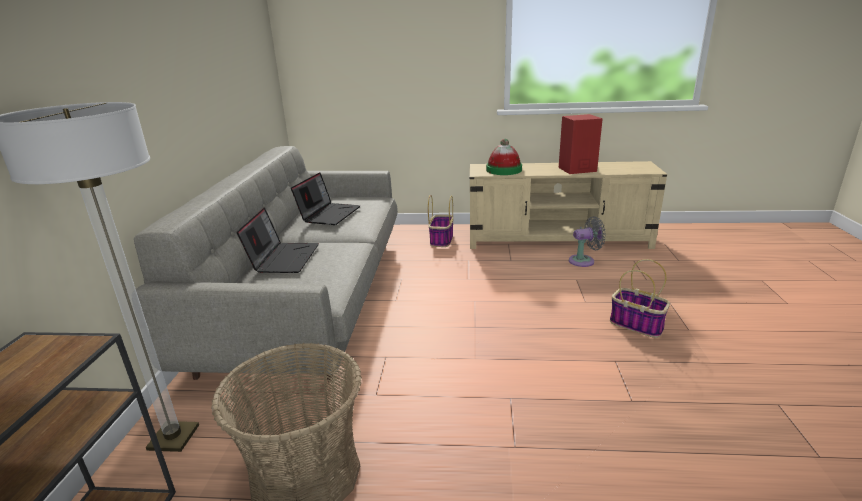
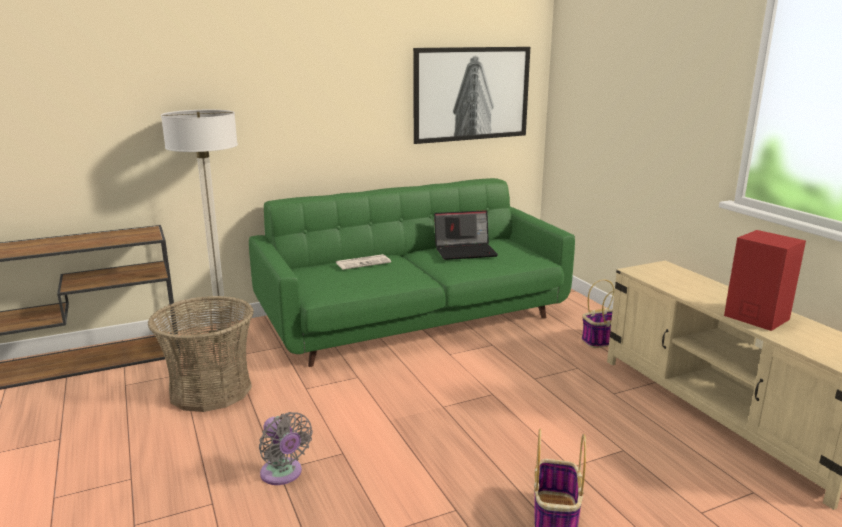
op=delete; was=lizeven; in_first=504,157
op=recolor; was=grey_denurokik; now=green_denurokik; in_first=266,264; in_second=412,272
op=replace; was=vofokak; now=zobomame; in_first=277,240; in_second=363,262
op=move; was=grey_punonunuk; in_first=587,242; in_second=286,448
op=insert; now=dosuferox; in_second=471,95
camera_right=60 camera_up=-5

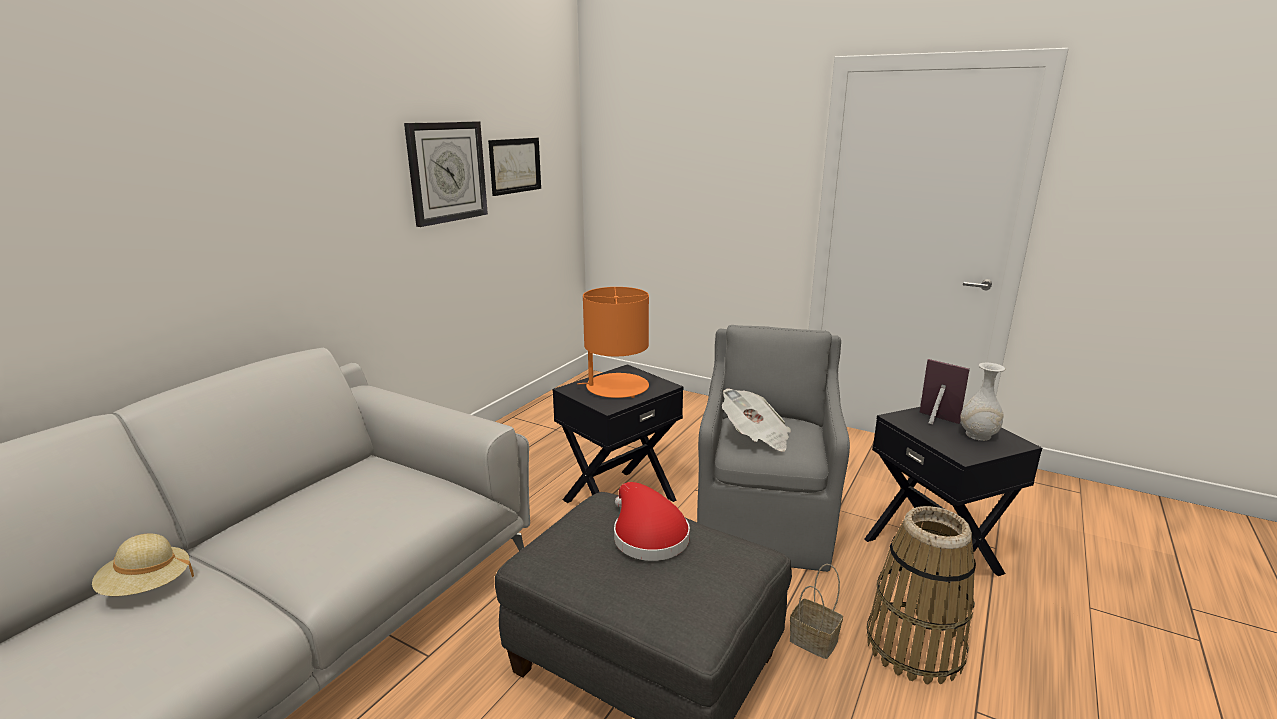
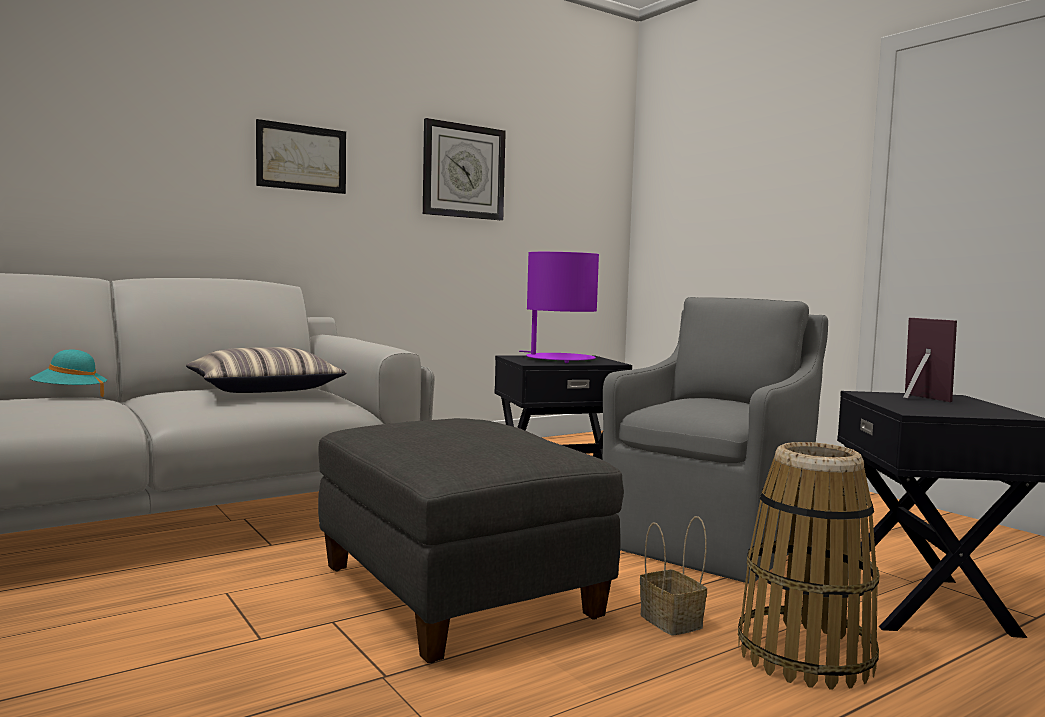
op=move; was=dosuferox; in_first=514,167; in_second=301,156
op=recolor; was=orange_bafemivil; now=purple_bafemivil; in_first=613,342; in_second=559,307
op=delete; was=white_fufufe; in_first=982,401
op=delete; was=zobomame; in_first=756,420
op=delete; was=red_lizeven; in_first=652,521
op=recolor; was=beige_lizeven; now=turquoise_lizeven; in_first=143,565; in_second=68,373
op=insert; now=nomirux; in_second=266,370
camera_right=25 camera_up=-15

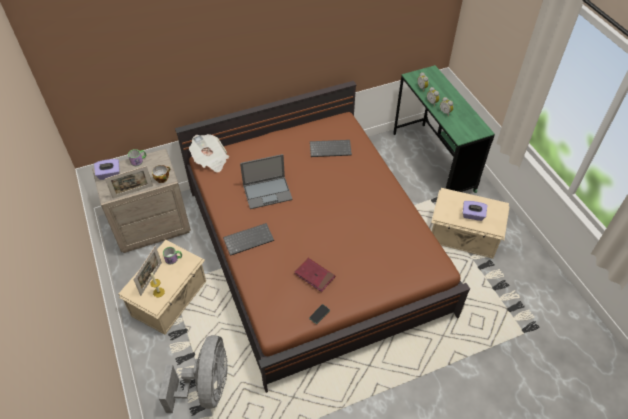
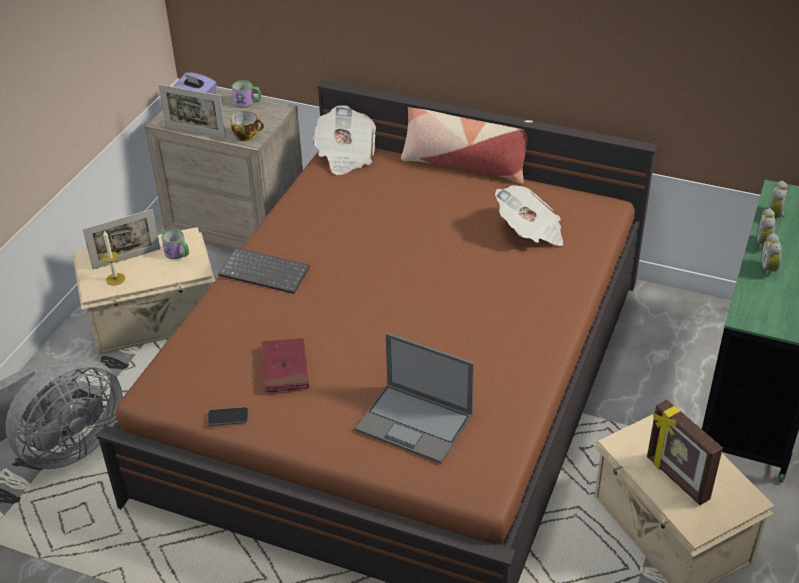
op=replace; was=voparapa; now=zobomame; in_first=331,148; in_second=529,215
op=move; was=vofokak; in_first=266,181; in_second=414,398
op=replace; was=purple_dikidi; now=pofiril; in_first=475,211; in_second=685,452
op=insert; now=nomirux; in_second=467,145
camera_right=45 camera_up=-10

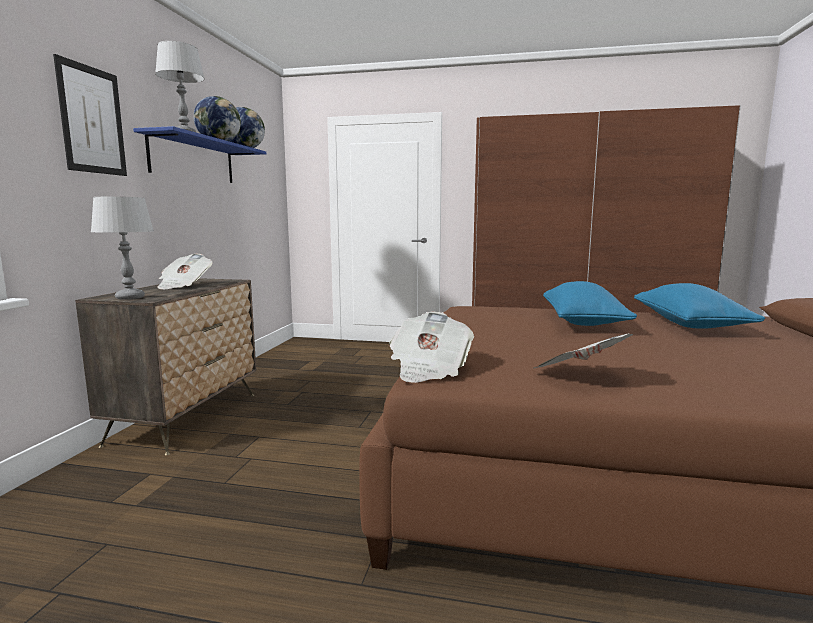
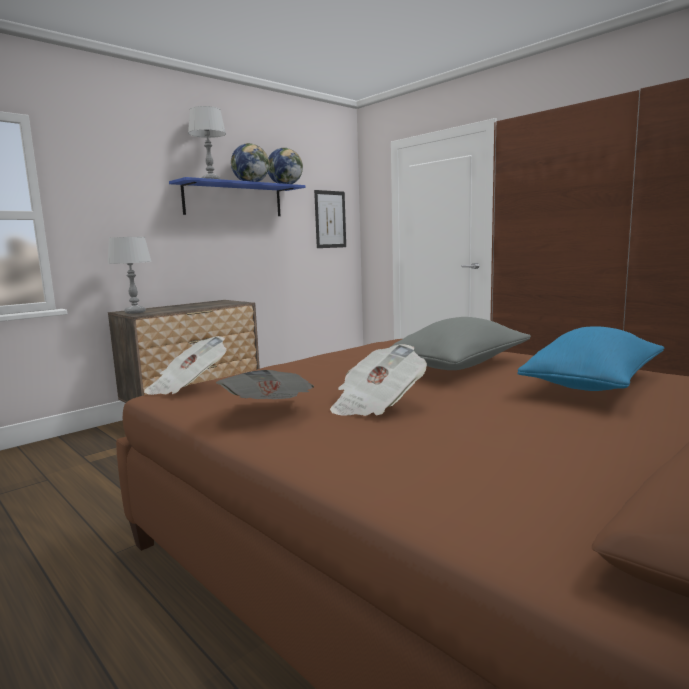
op=move; was=dosuferox; in_first=90,115; in_second=330,219
op=move; was=zobomame; in_first=184,271; in_second=378,380
op=recolor; was=blue_nomirux; now=grey_nomirux; in_first=590,303; in_second=460,343
camera_right=35 camera_up=0

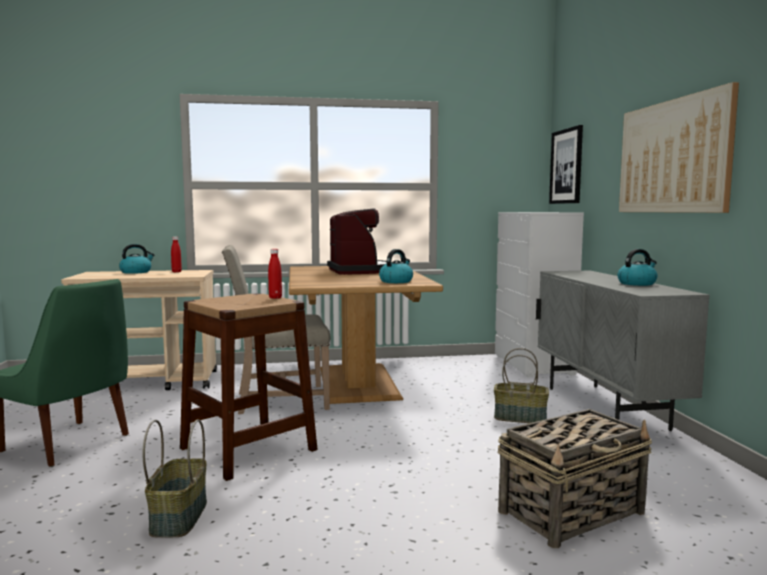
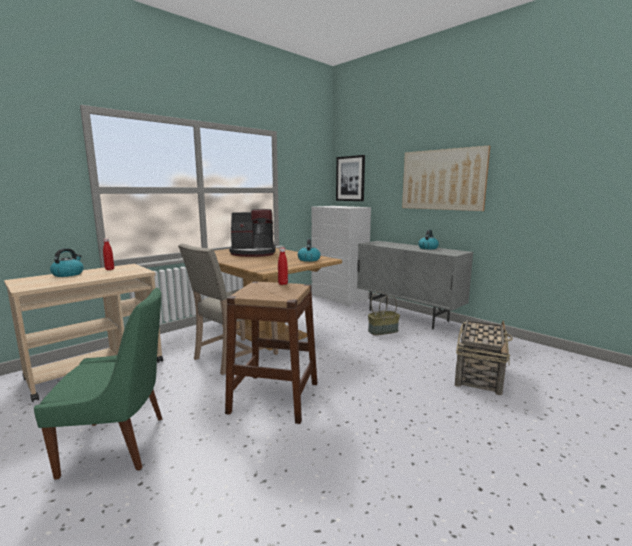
op=rotate; was=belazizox; in_first=357,241; in_second=252,233; clockwise=135
op=delete; was=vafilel; in_first=175,478
camera_right=-35 camera_up=5

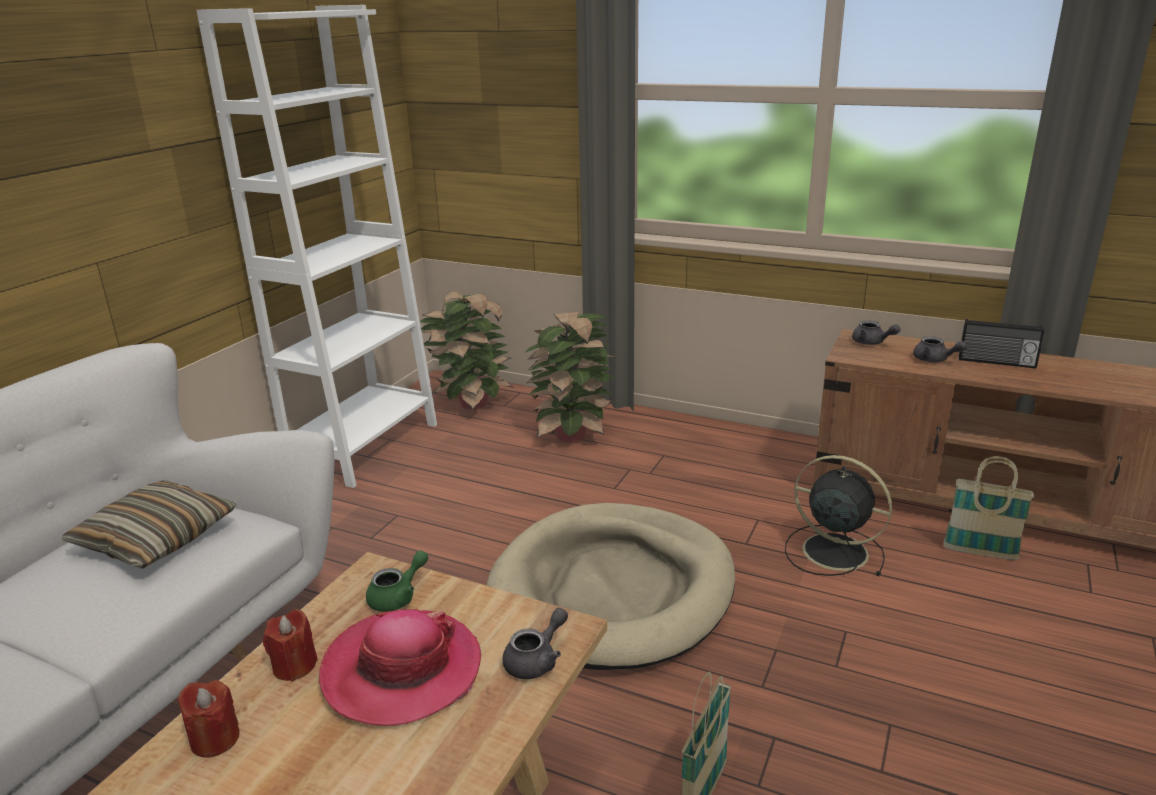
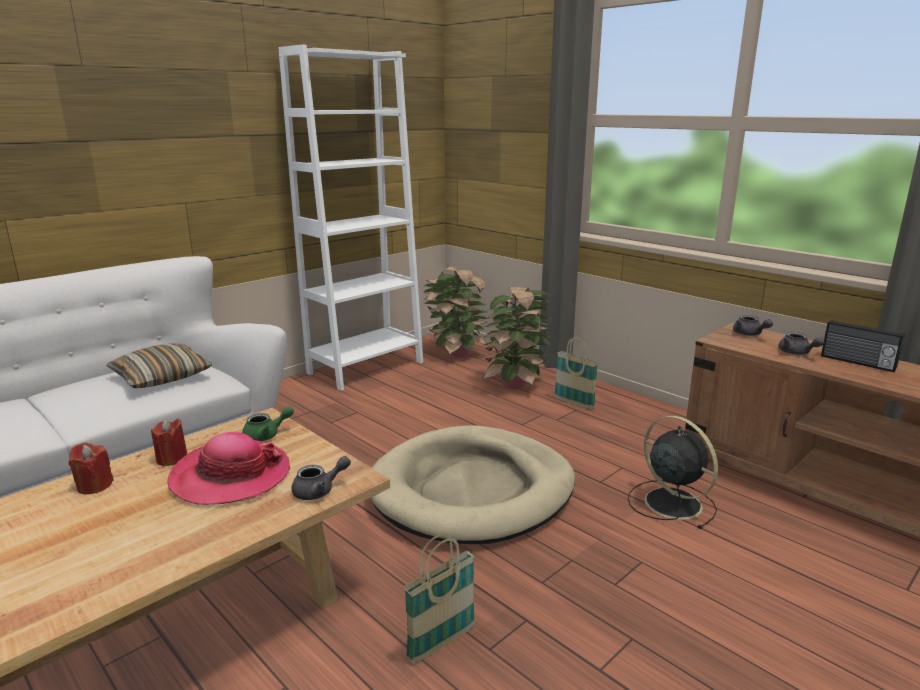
op=move; was=vafilel; in_first=989,508; in_second=576,372
camera_right=20 camera_up=-5

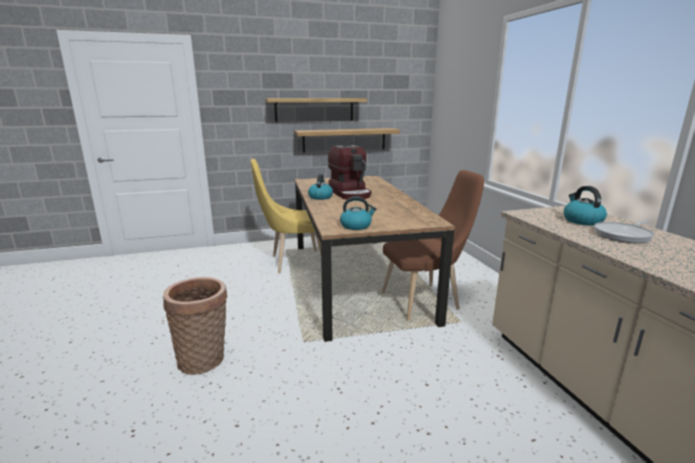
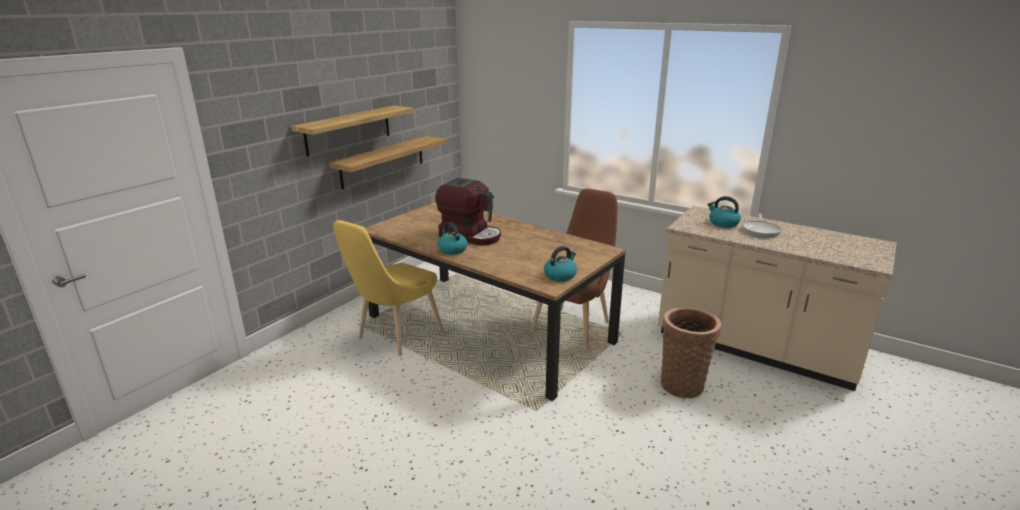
op=move; was=vafilel; in_first=195,326; in_second=691,352
camera_right=-40 camera_up=5

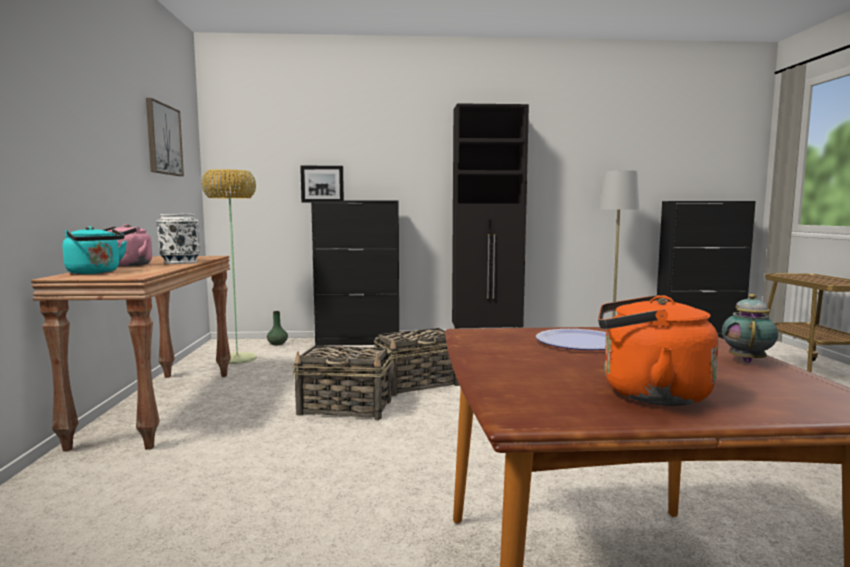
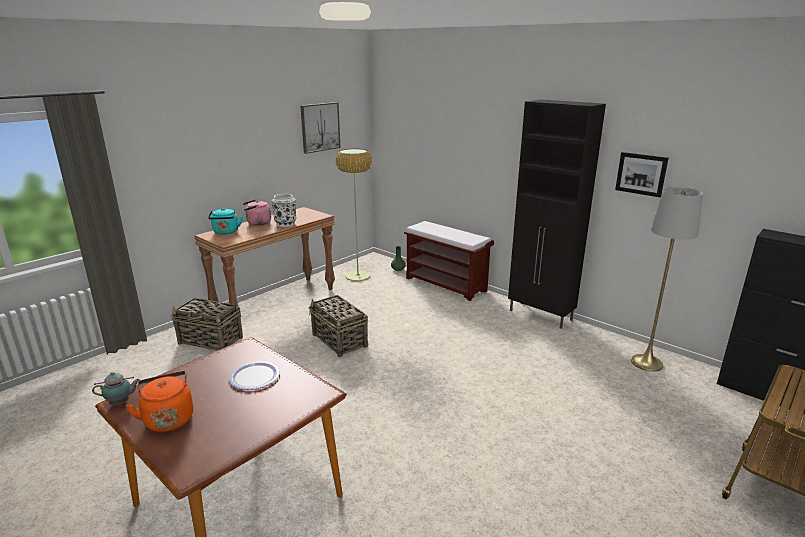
op=move; was=dosuferox; in_first=322,184; in_second=642,174
op=replace; was=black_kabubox; now=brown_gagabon; in_first=355,273; in_second=449,261
op=move; was=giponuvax; in_first=750,328; in_second=116,388
op=move; was=vafilel; in_first=416,362; in_second=207,324
camera_right=45 camera_up=15

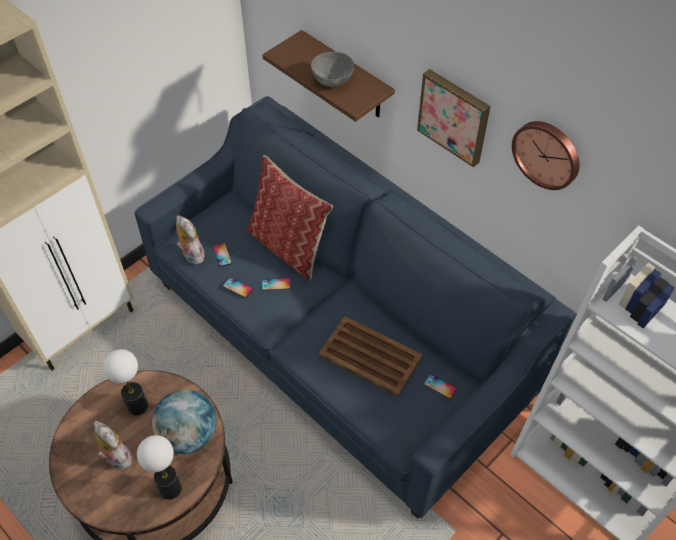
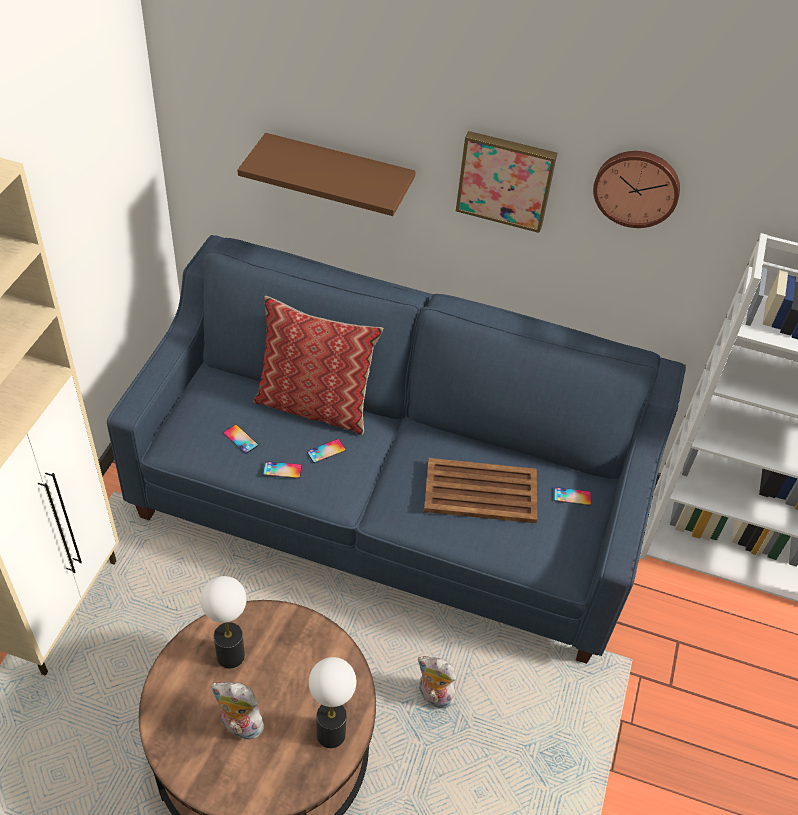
op=delete; was=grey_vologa; in_first=332,69
op=move; was=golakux; in_first=190,240; in_second=437,682
op=delete; was=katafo; in_first=184,422
camera_right=-30 camera_up=-5

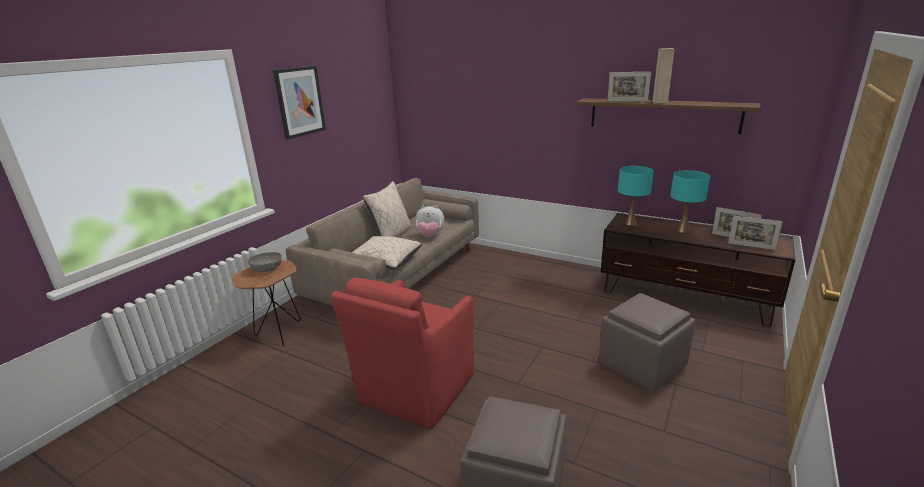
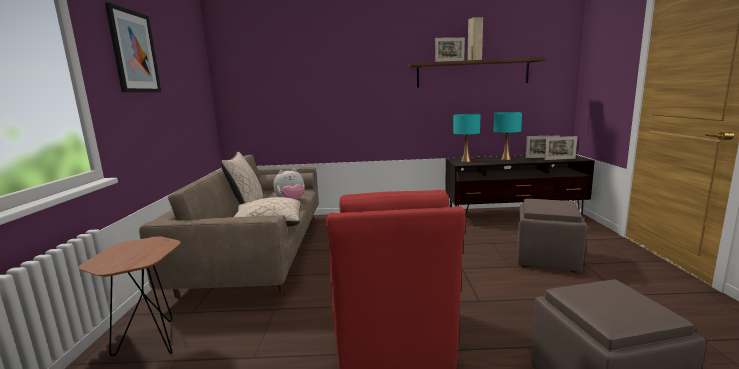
op=delete; was=grey_vologa; in_first=265,262
camera_right=-30 camera_up=-10

